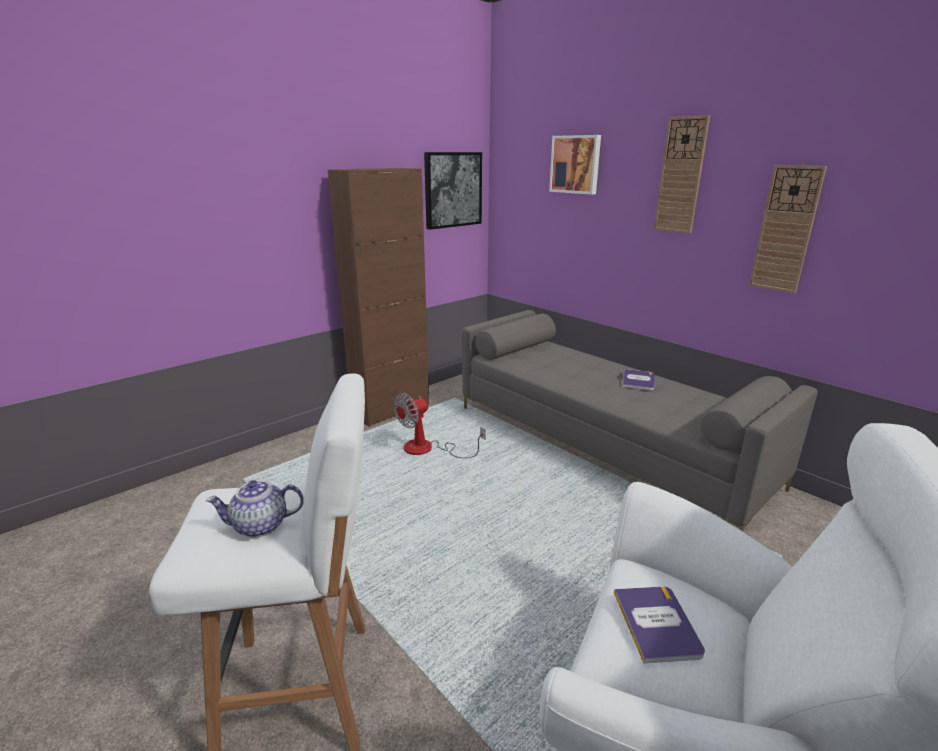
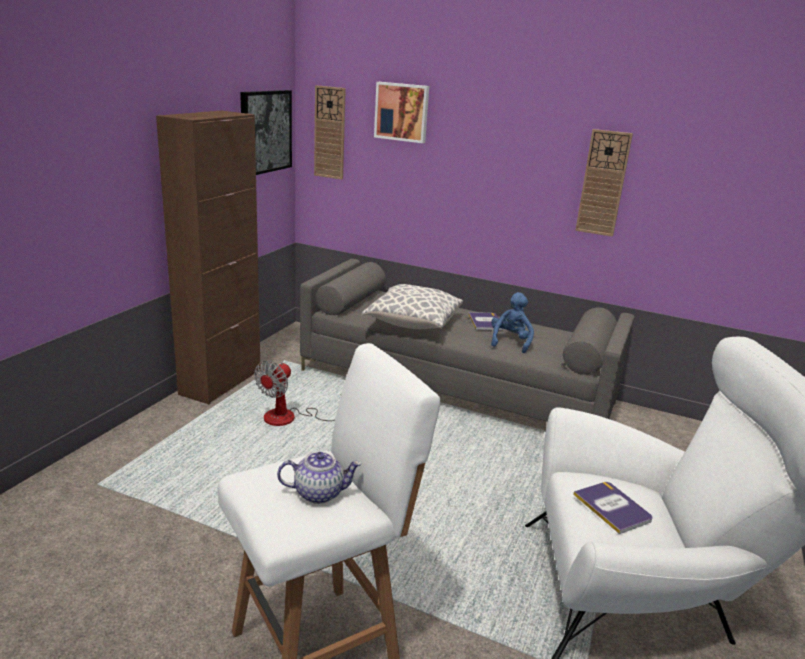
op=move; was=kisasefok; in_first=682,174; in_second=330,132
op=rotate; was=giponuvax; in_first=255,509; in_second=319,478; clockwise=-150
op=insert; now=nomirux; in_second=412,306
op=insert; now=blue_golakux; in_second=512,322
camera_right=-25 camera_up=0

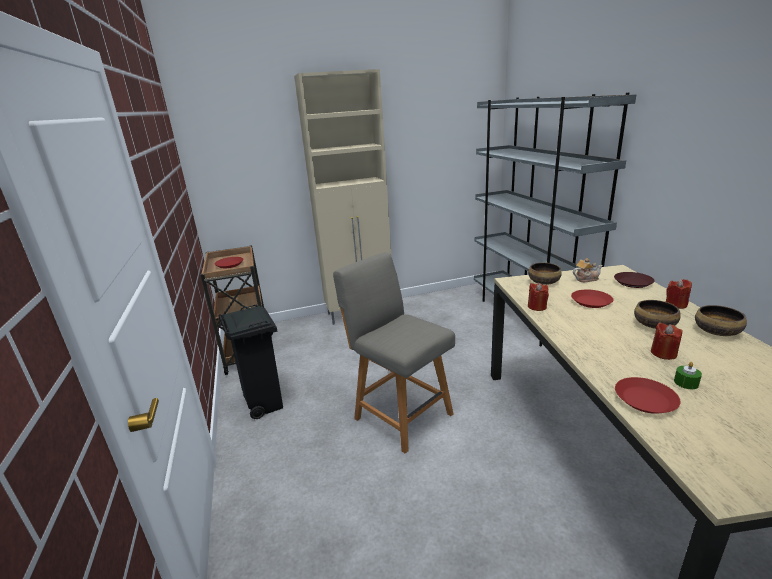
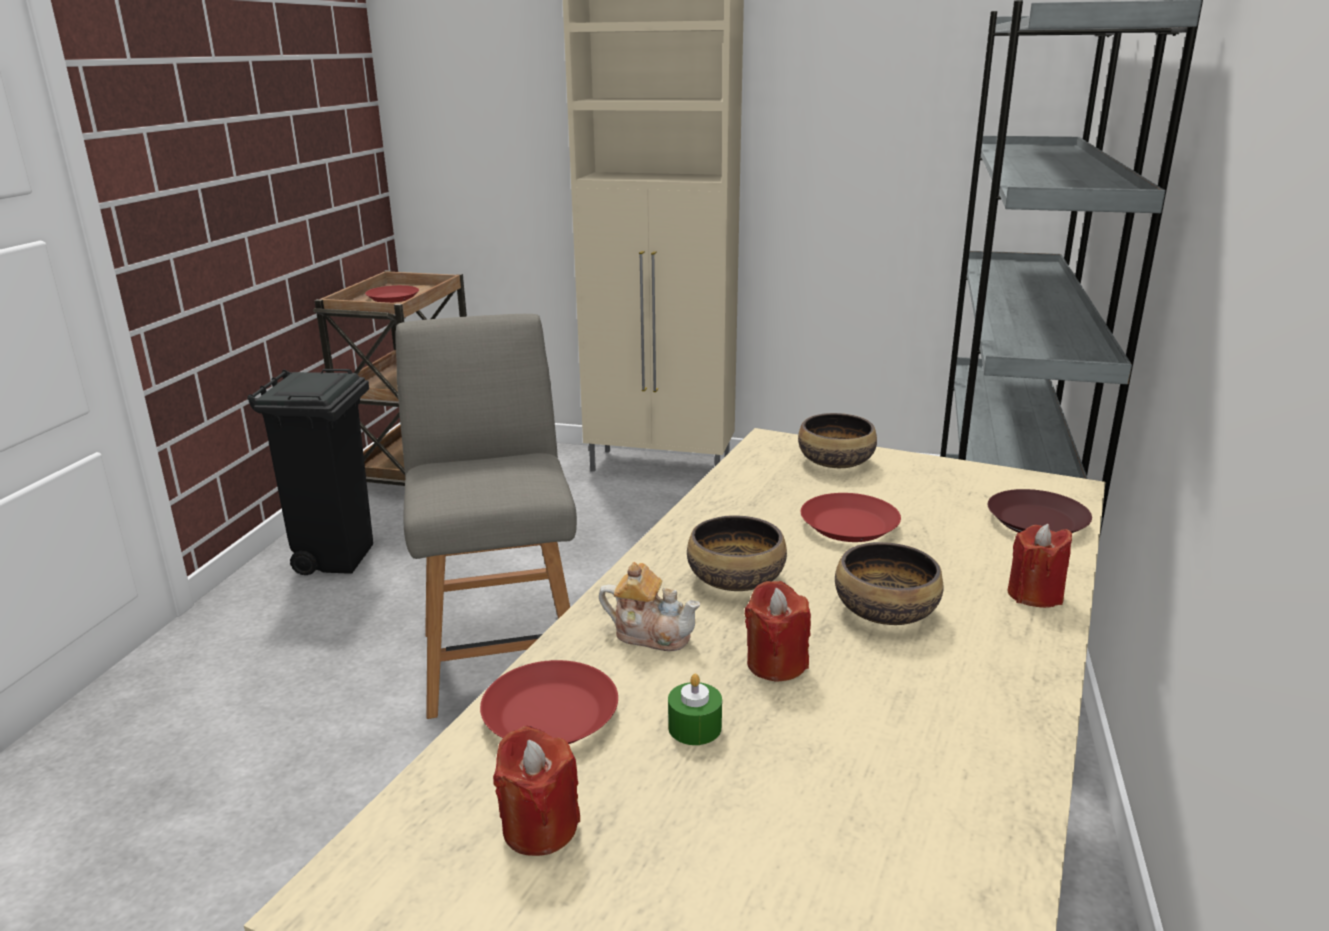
op=move; was=giponuvax; in_first=588,270; in_second=649,606
op=move; was=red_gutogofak; in_first=538,297; in_second=536,790
op=move; was=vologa; in_first=721,320; in_second=737,553
camera_right=30 camera_up=0

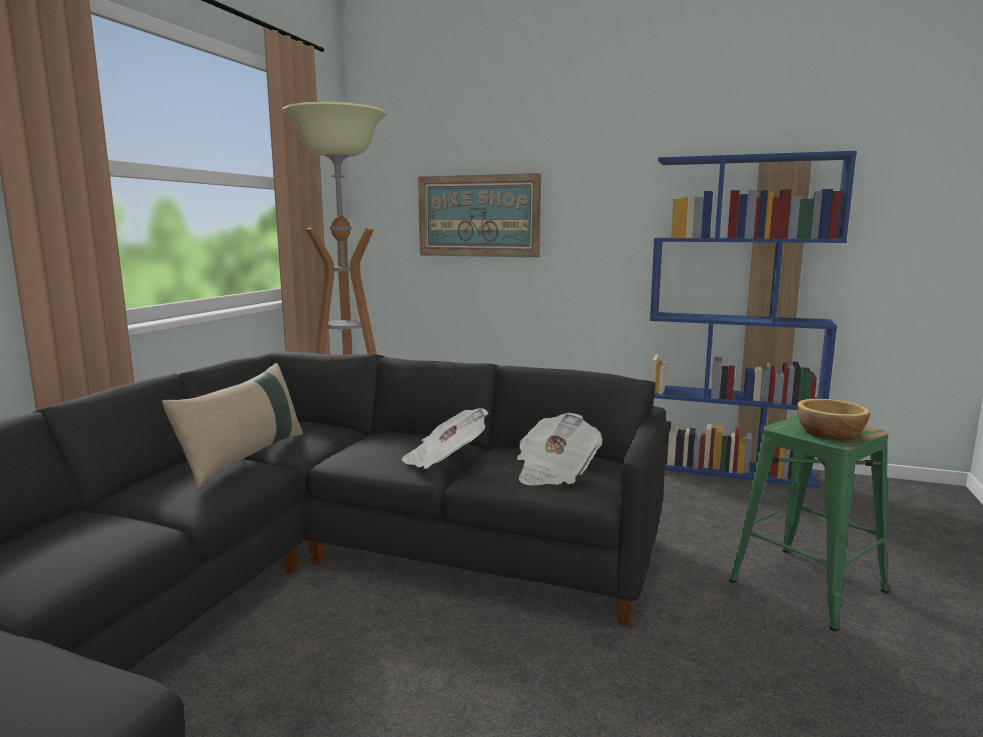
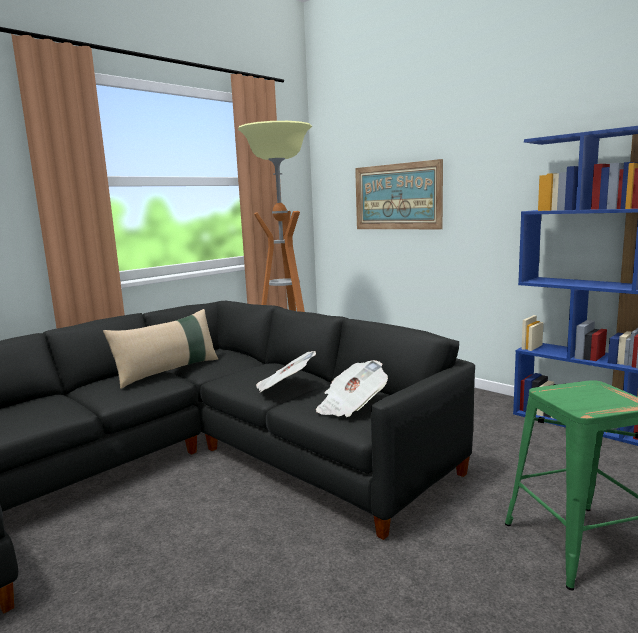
op=delete; was=vologa; in_first=833,419
camera_right=25 camera_up=0

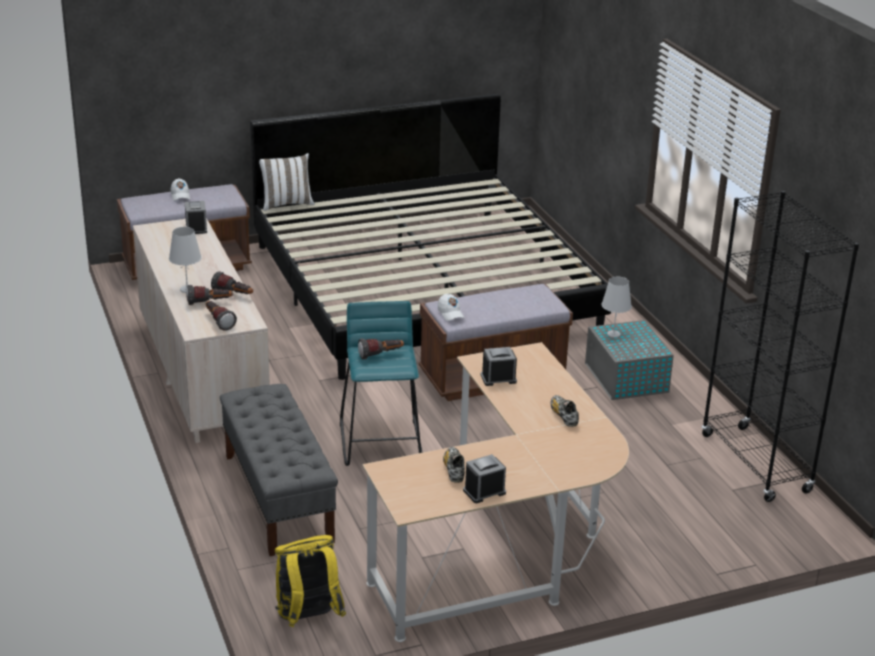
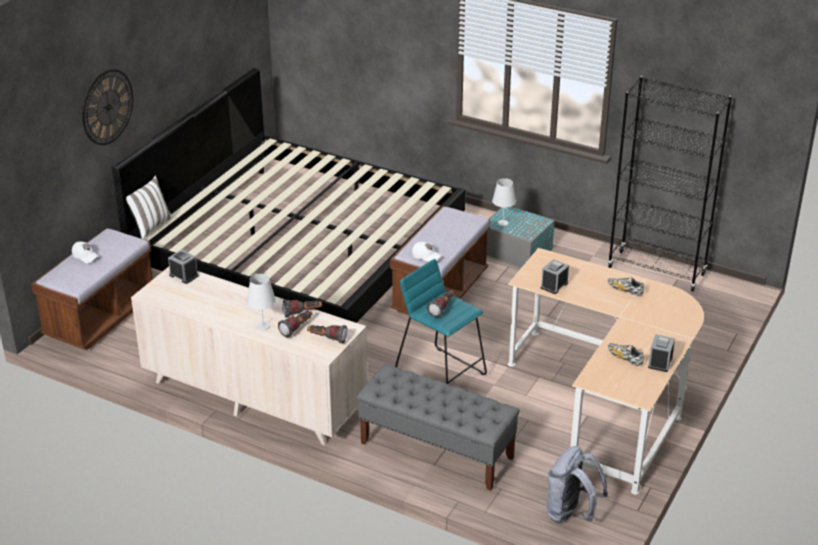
op=recolor; was=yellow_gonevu; now=grey_gonevu; in_first=310,581; in_second=577,484
op=insert; now=kisasefok; in_second=108,107
camera_right=-40 camera_up=5

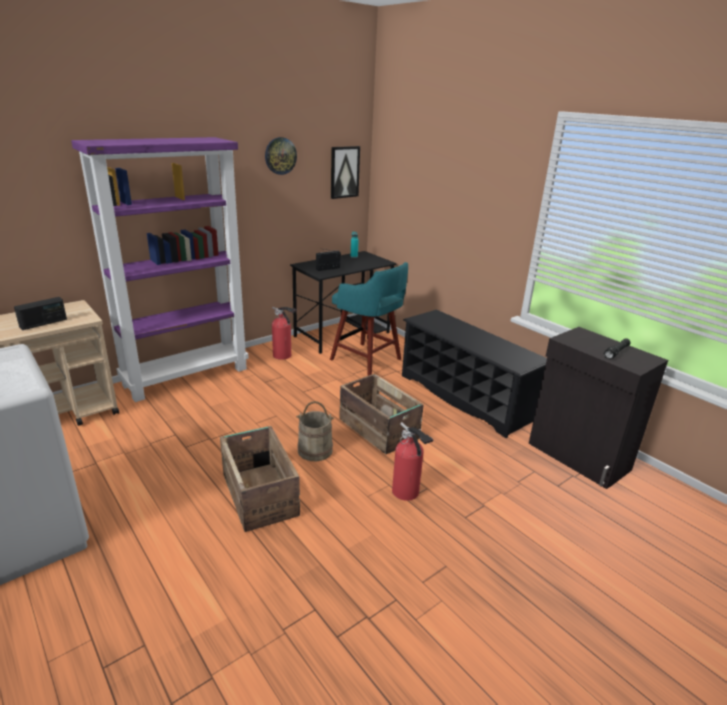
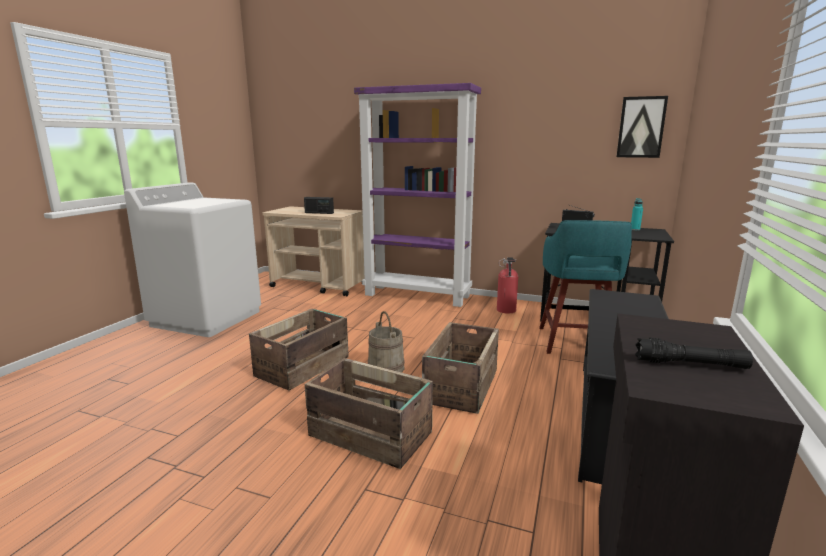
op=delete; was=kisasefok; in_first=281,156
op=replace; was=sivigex; now=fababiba; in_first=412,461; in_second=369,413
camera_right=60 camera_up=-10

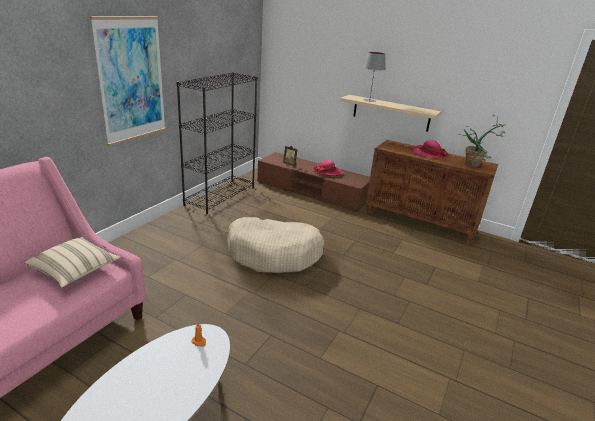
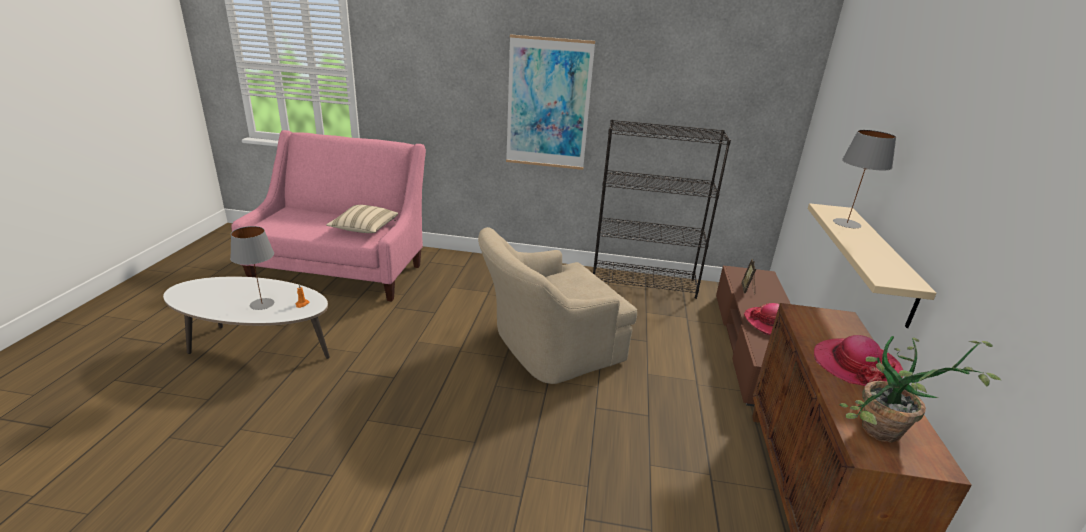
op=replace; was=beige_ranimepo; now=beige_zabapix; in_first=276,245; in_second=557,305
op=insert; now=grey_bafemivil; in_second=252,268
camera_right=70 camera_up=0

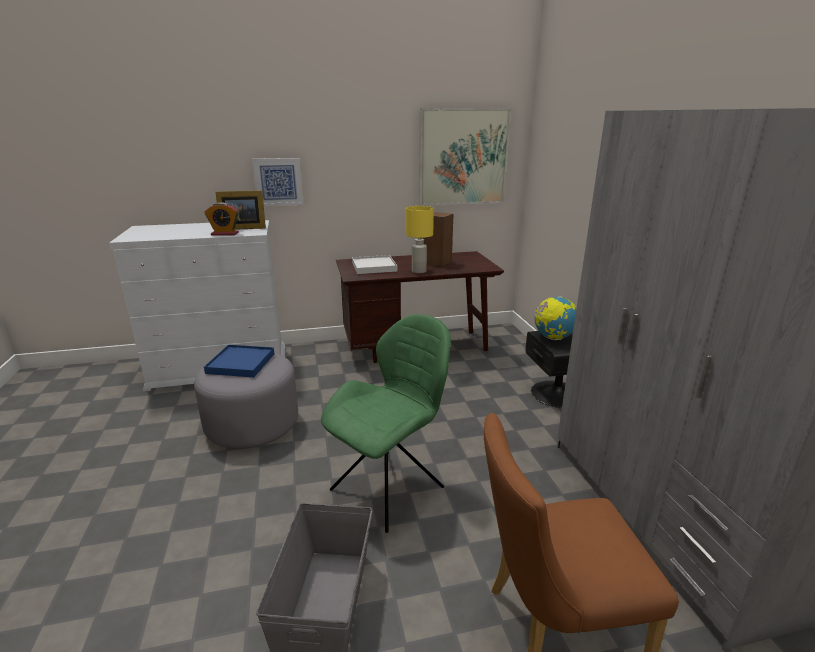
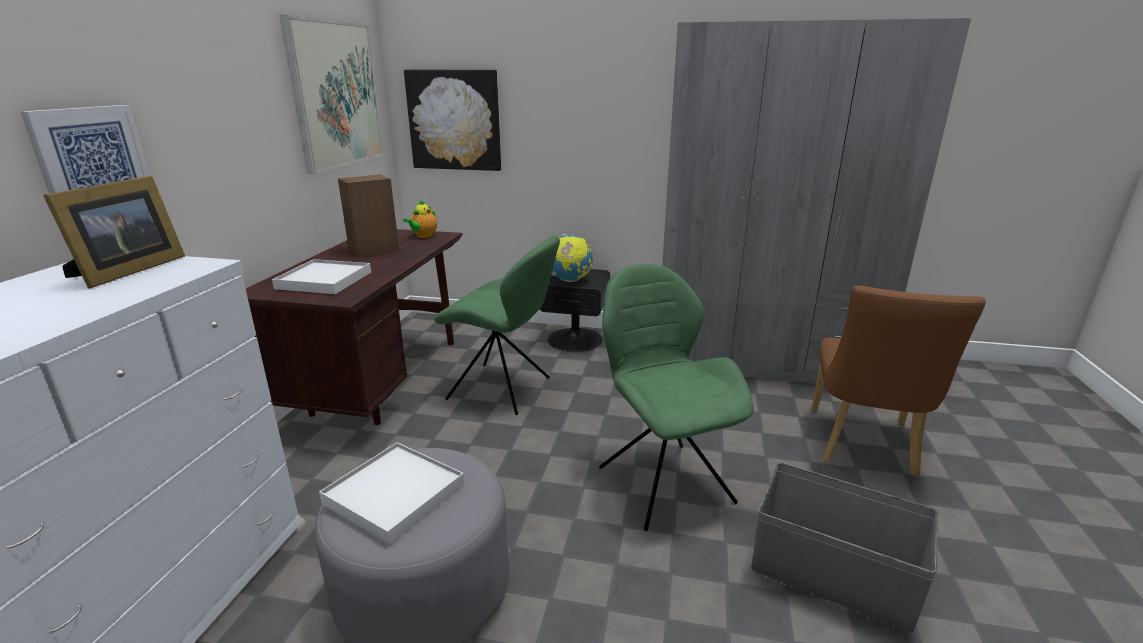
op=delete; was=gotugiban; in_first=222,219
op=delete; was=yellow_bafemivil; in_first=420,239
op=recolor; was=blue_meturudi; now=white_meturudi; in_first=239,361; in_second=392,493
op=insert; now=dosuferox; in_second=452,120
op=insert; now=giponuvax; in_second=420,218
op=insert; now=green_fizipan; in_second=497,325
camera_right=-65 camera_up=0

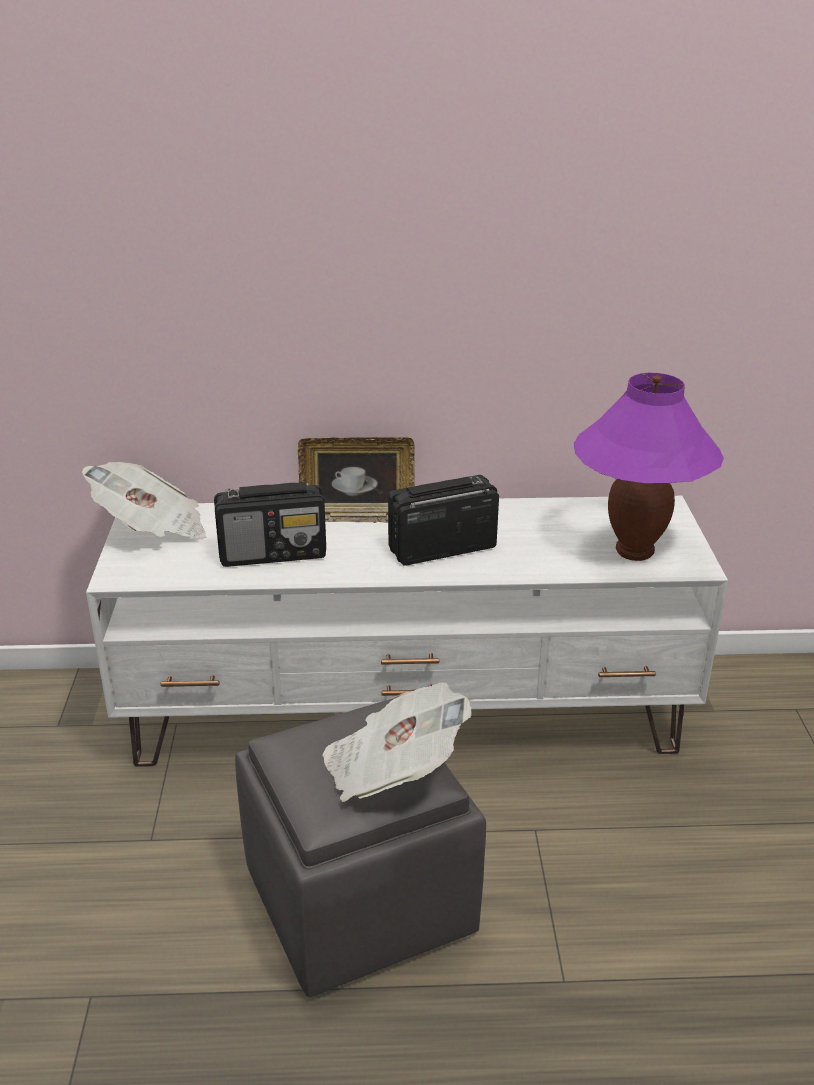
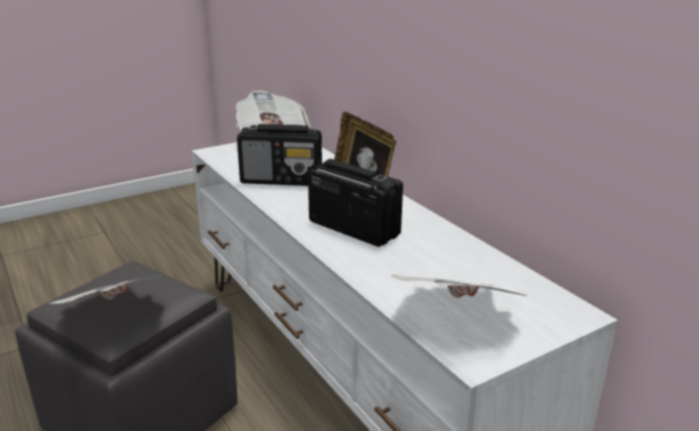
op=replace; was=purple_bafemivil; now=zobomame; in_first=649,467; in_second=458,286
op=rotate; was=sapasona; in_first=270,524; in_second=279,155; clockwise=-45
camera_right=60 camera_up=-5

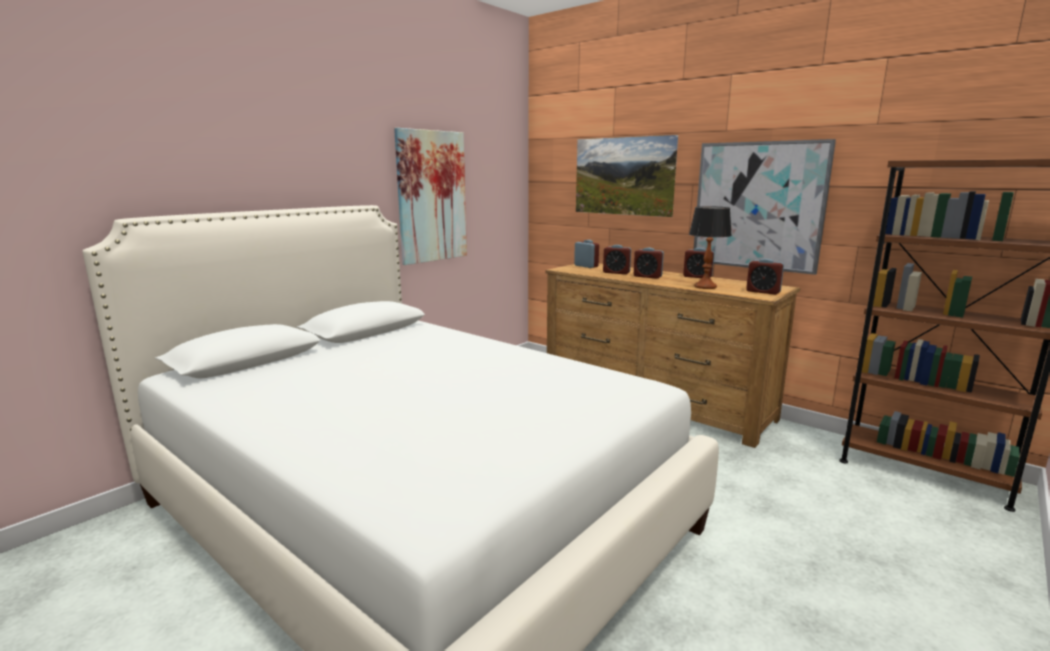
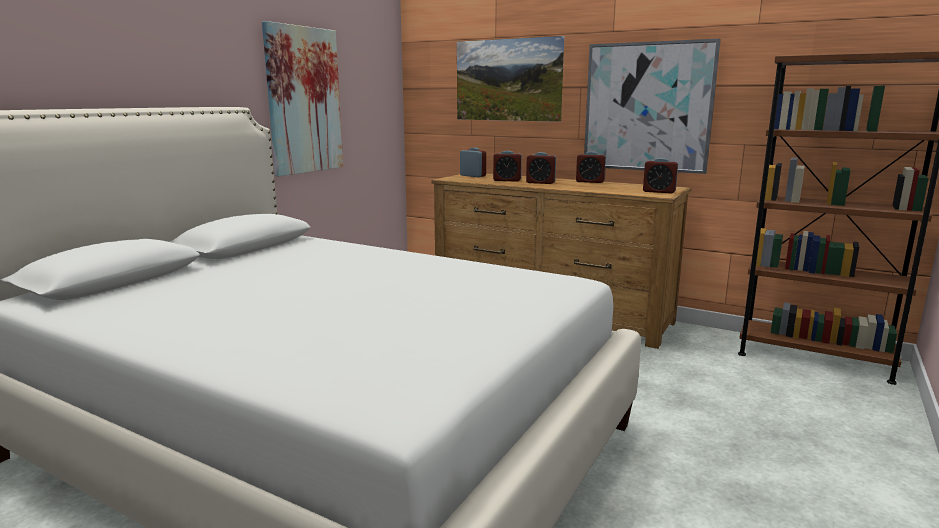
op=delete; was=bafemivil; in_first=710,247
camera_right=-10 camera_up=0

